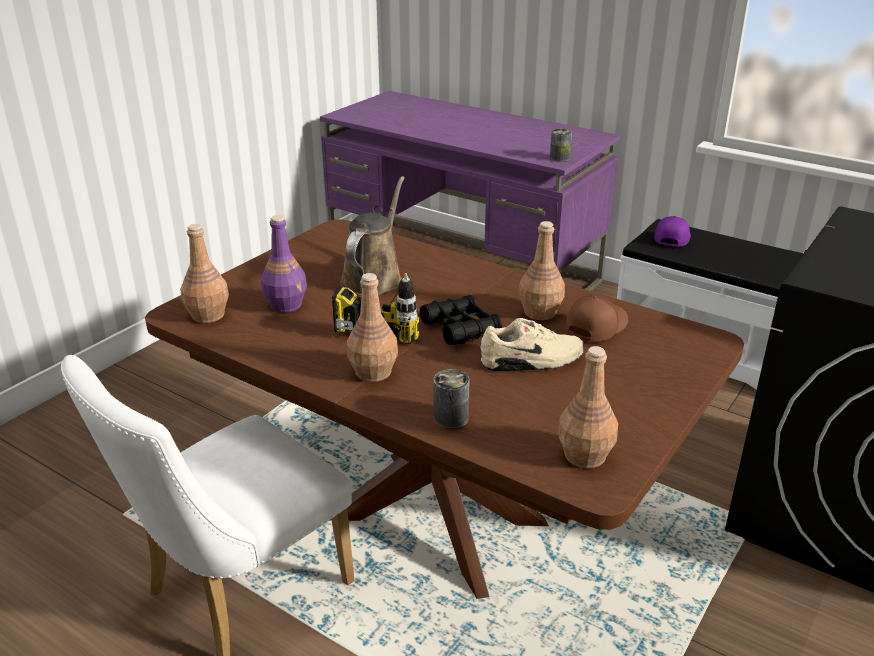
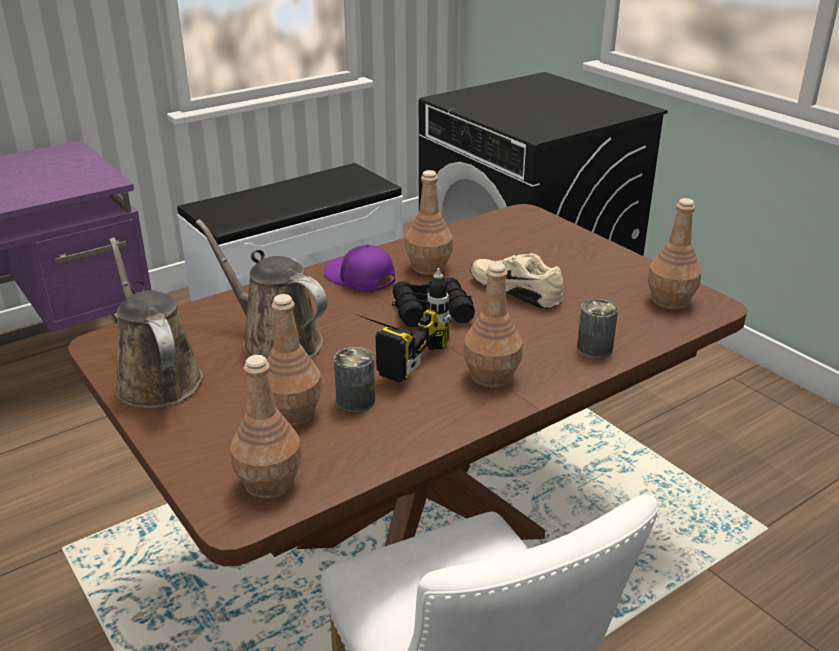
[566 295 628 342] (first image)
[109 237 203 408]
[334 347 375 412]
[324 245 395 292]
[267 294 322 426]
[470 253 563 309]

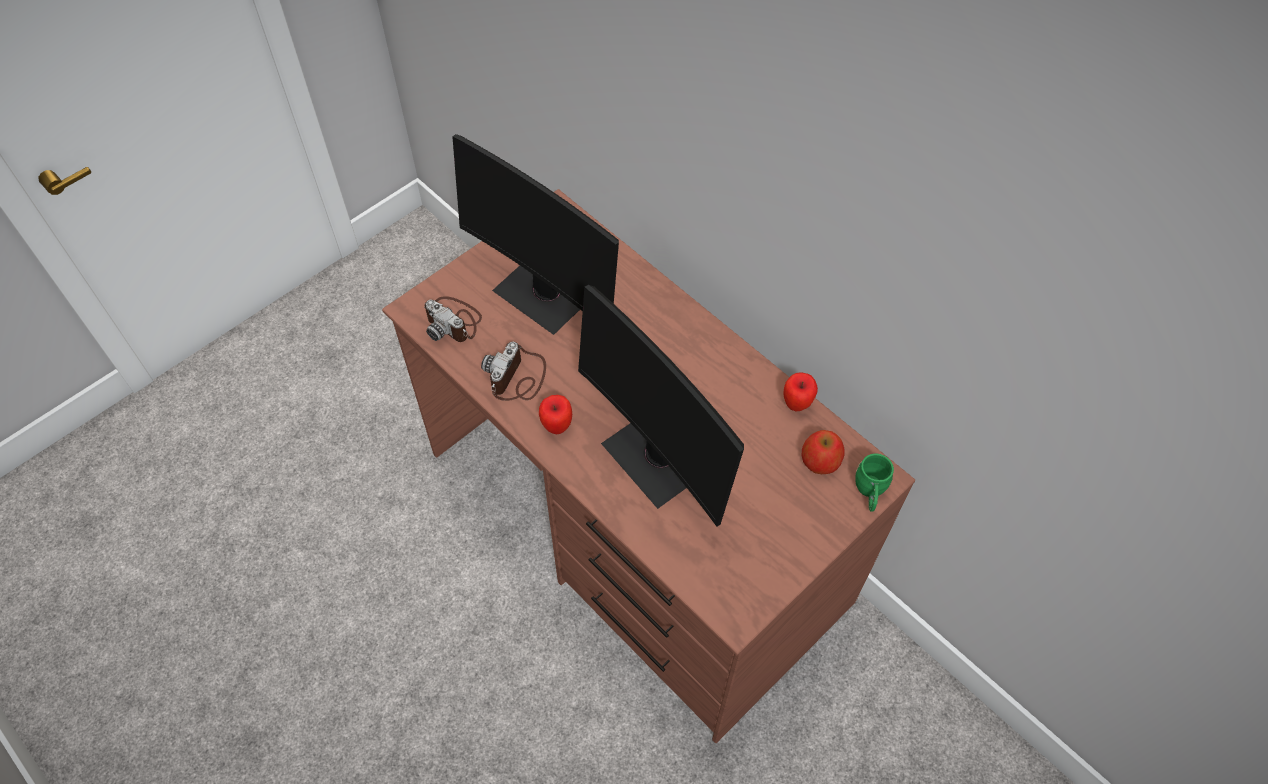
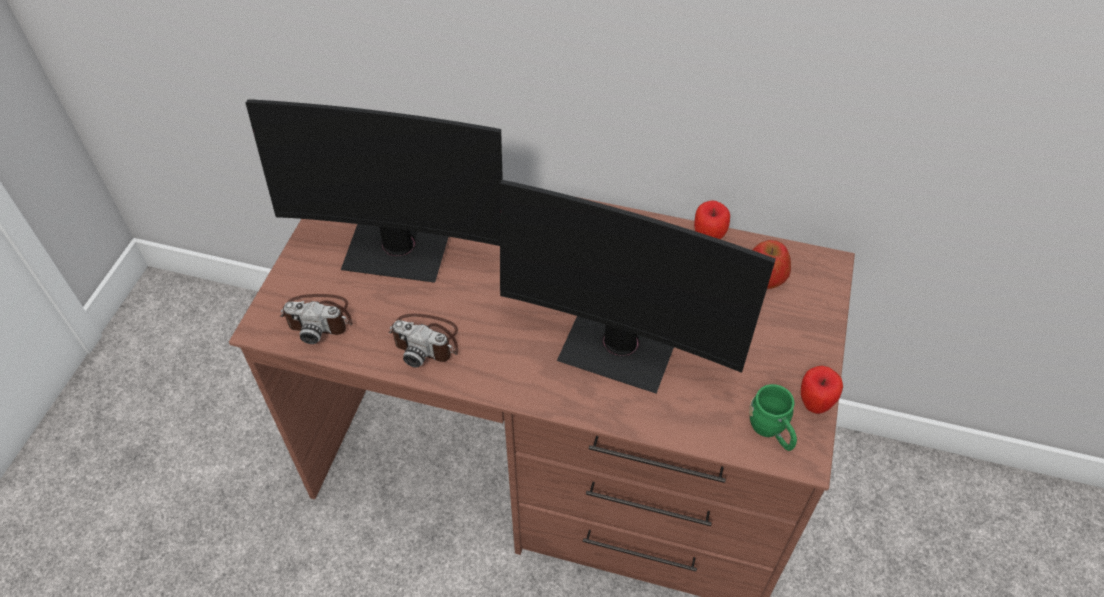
[801 366 843 414]
[749 384 797 451]
[389 313 458 368]

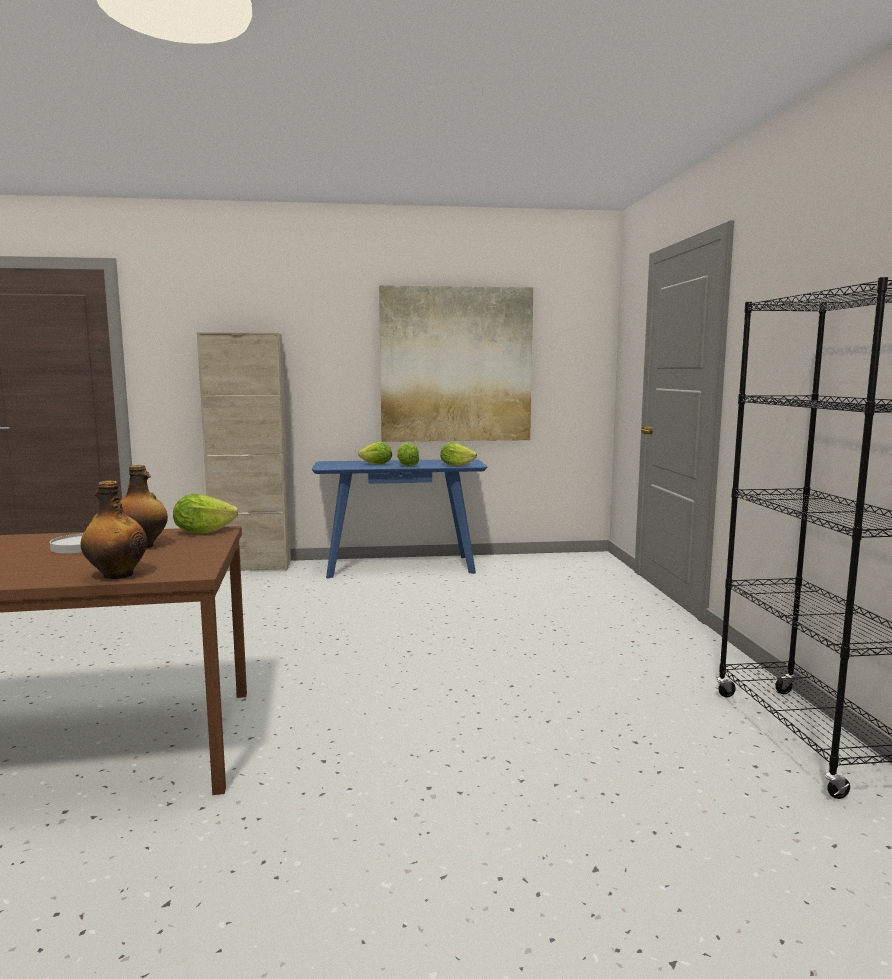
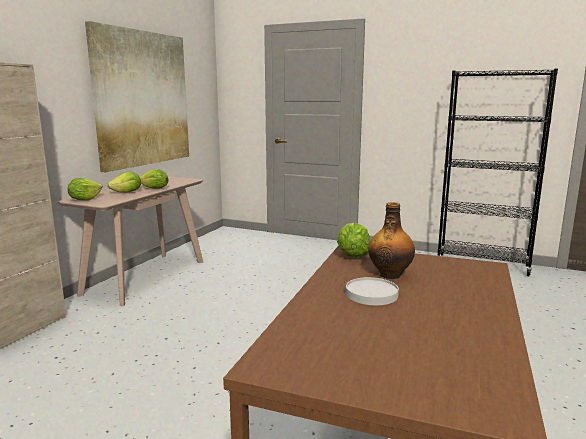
[81 481 147 579] (first image)
[68 178 103 200]
[58 176 203 306]

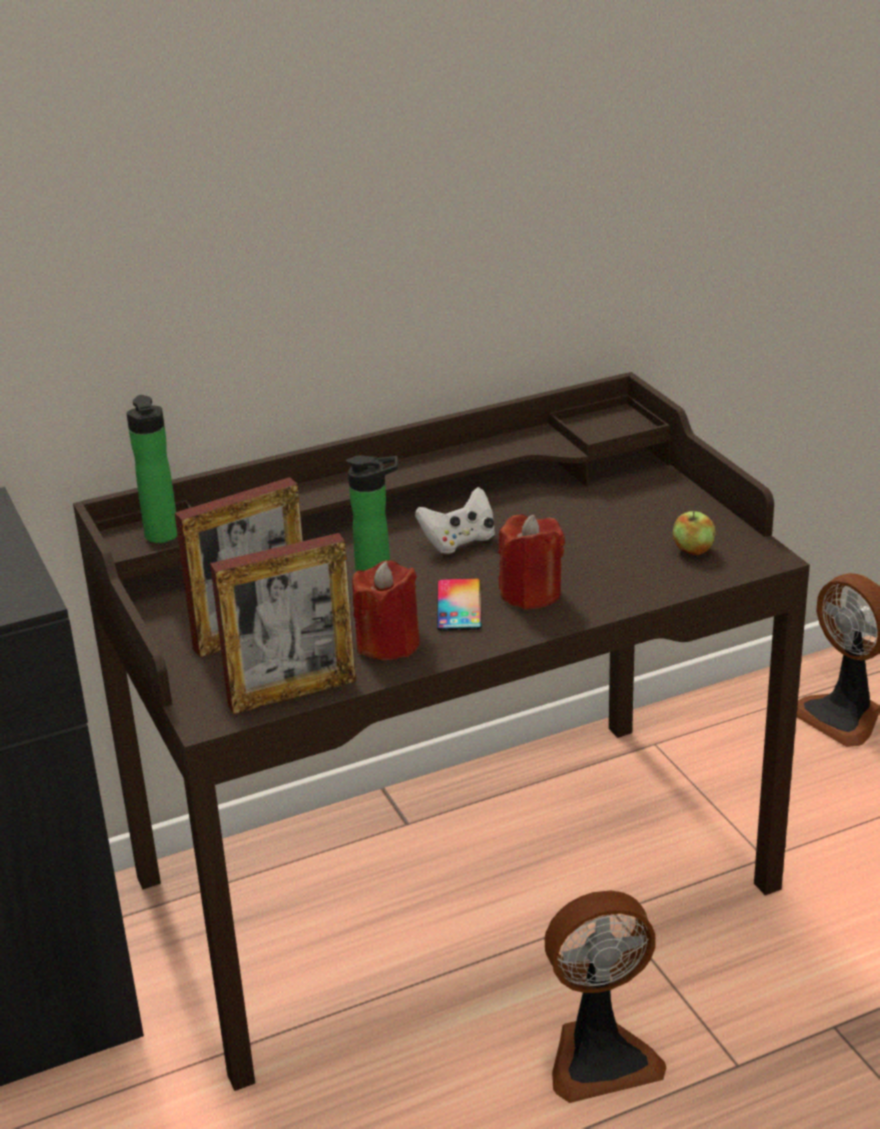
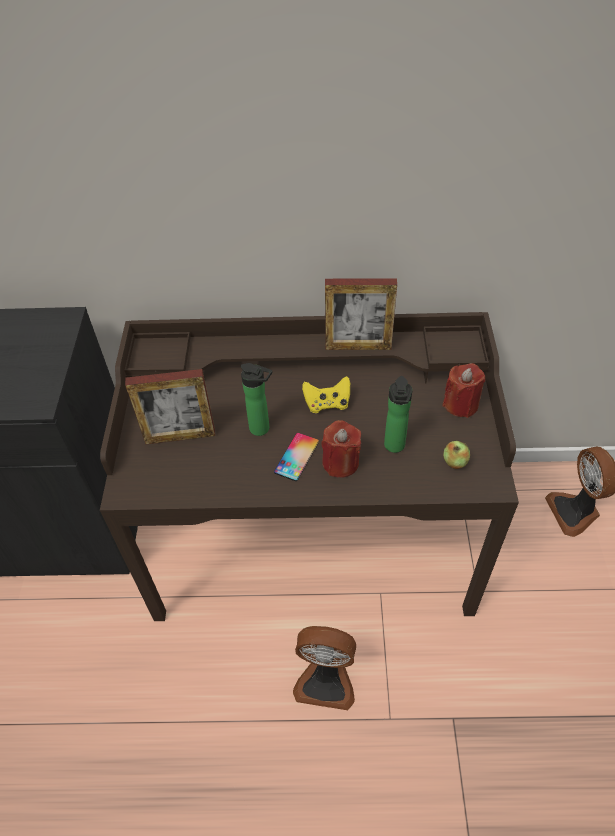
[384 376 413 453]
[325 278 397 350]
[442 363 485 418]
[302 376 350 413]

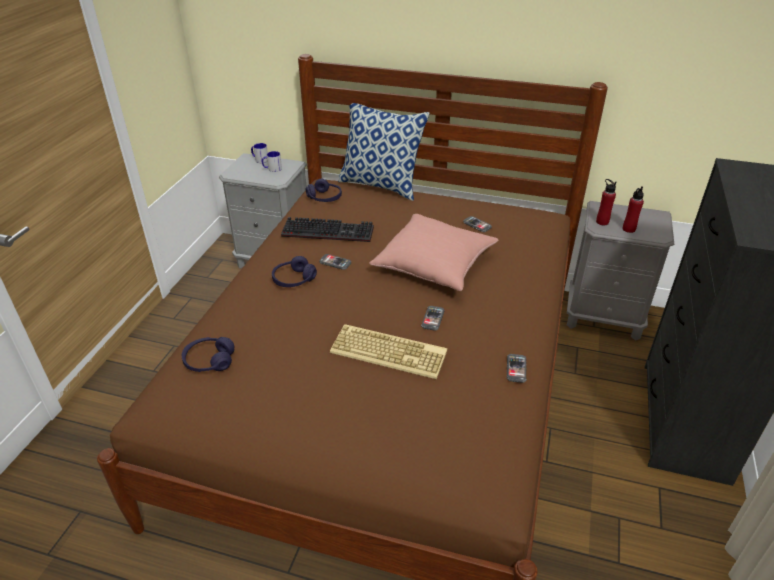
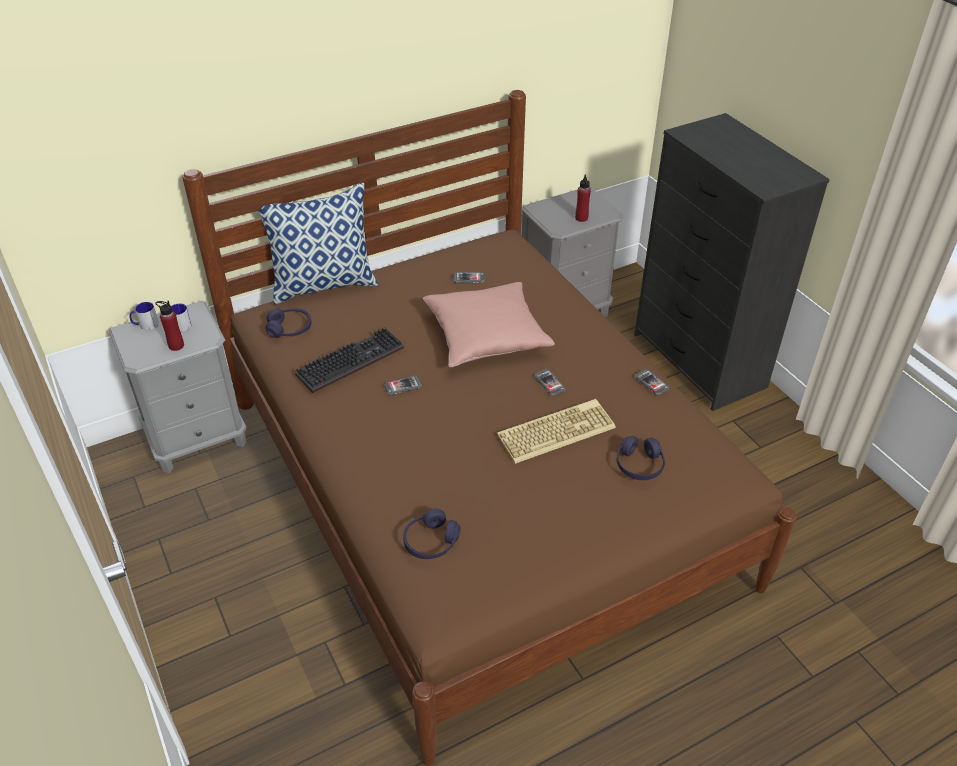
[616 436 665 480]
[156 301 184 351]

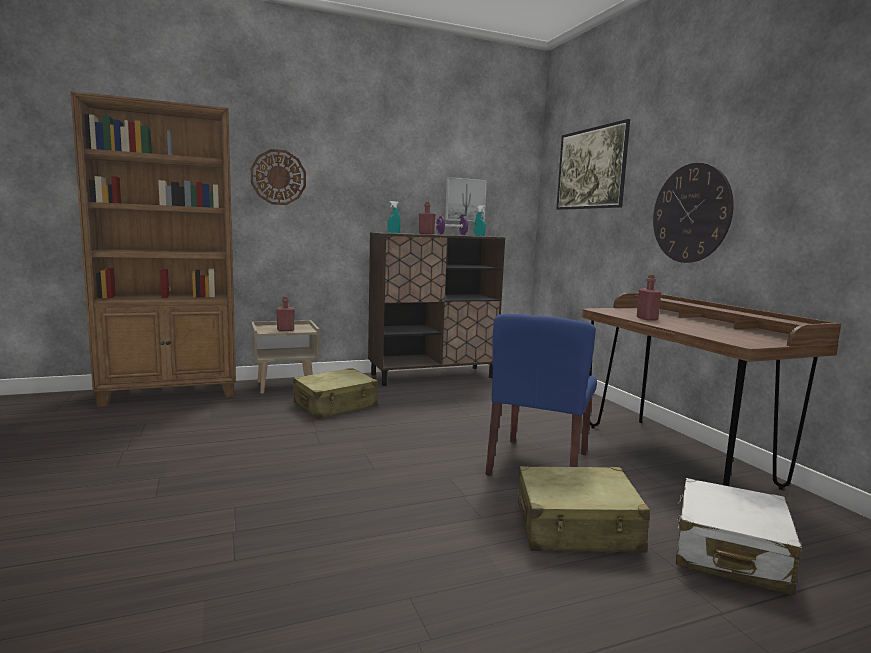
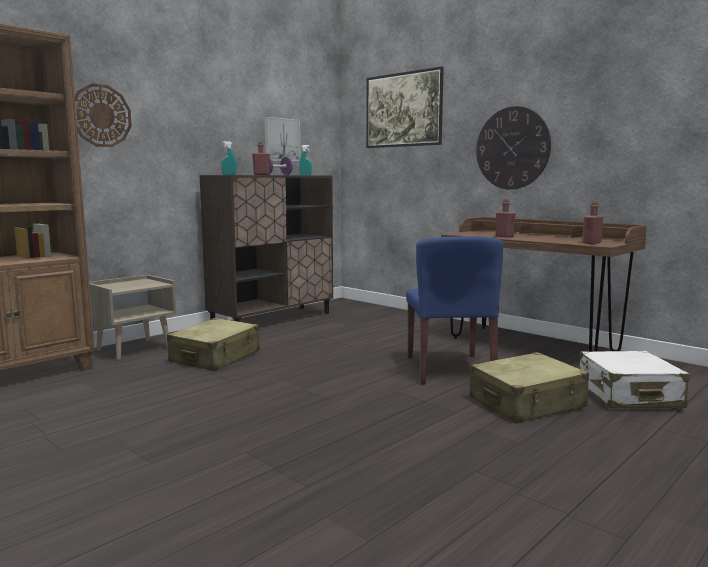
[582 201 603 244]

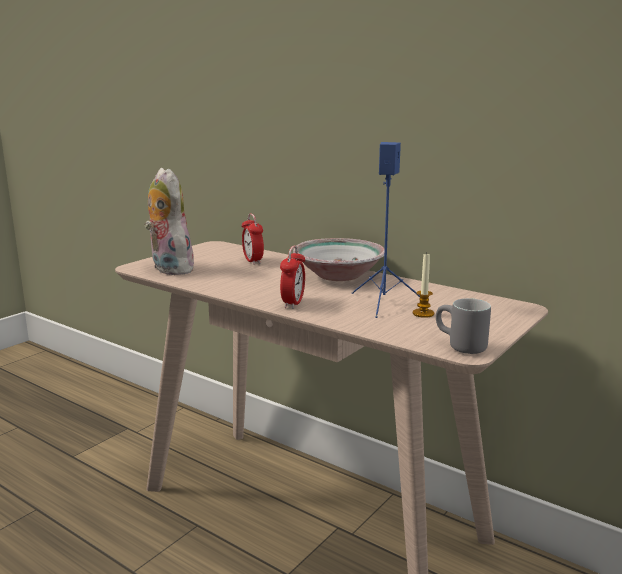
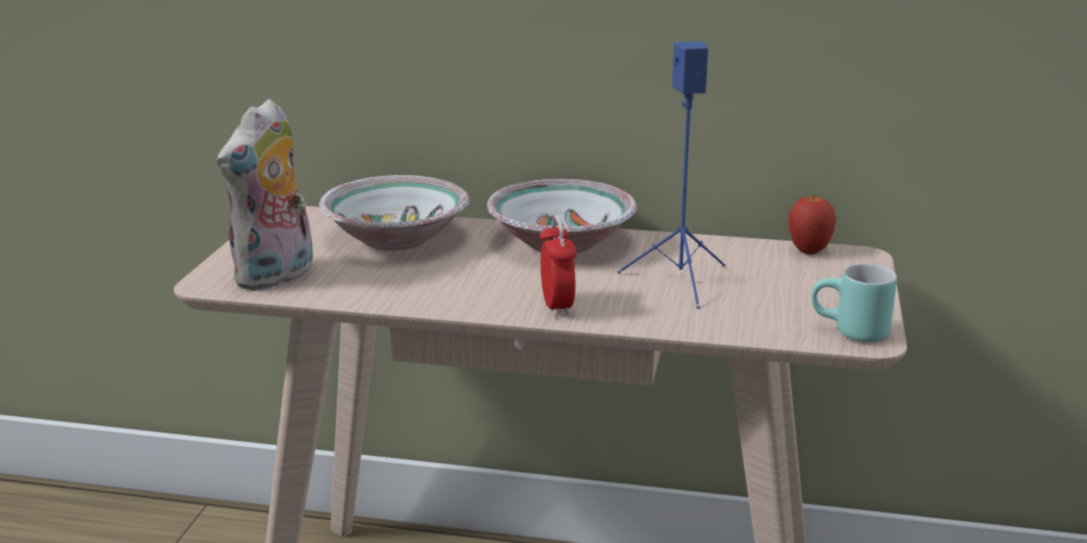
[413 253 434 318] (first image)
[788 193 836 255]
[319 175 469 251]
[811 264 897 342]
[217 99 313 291]

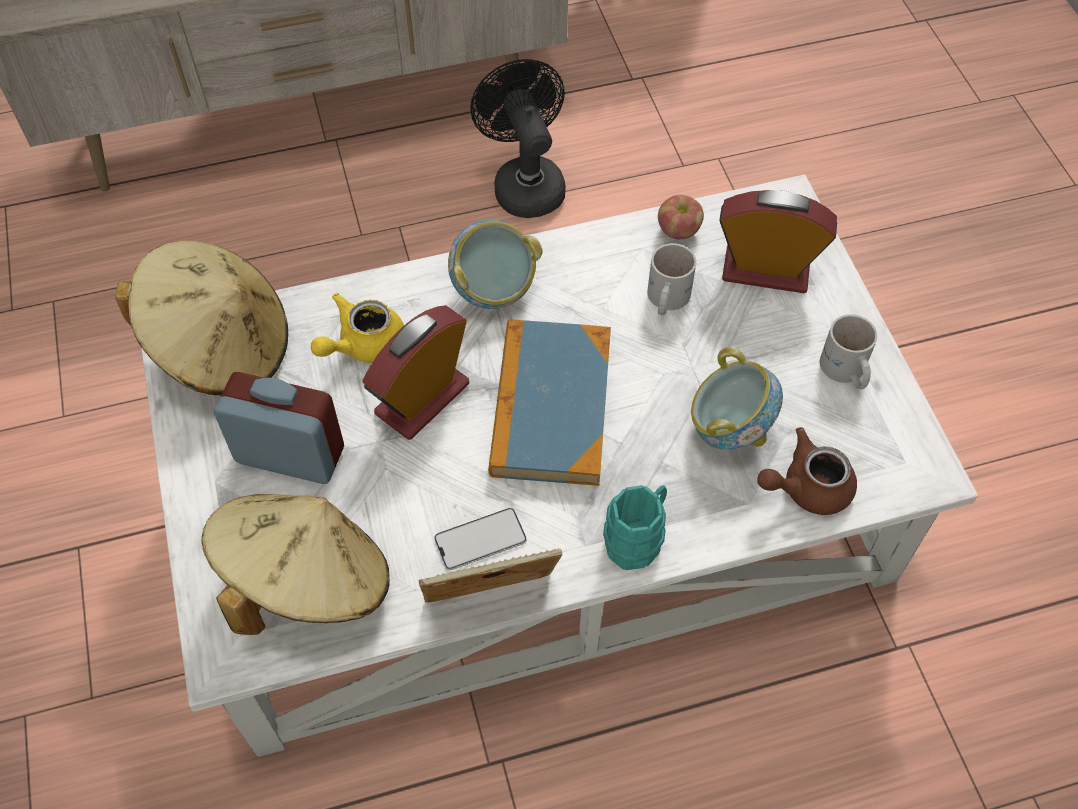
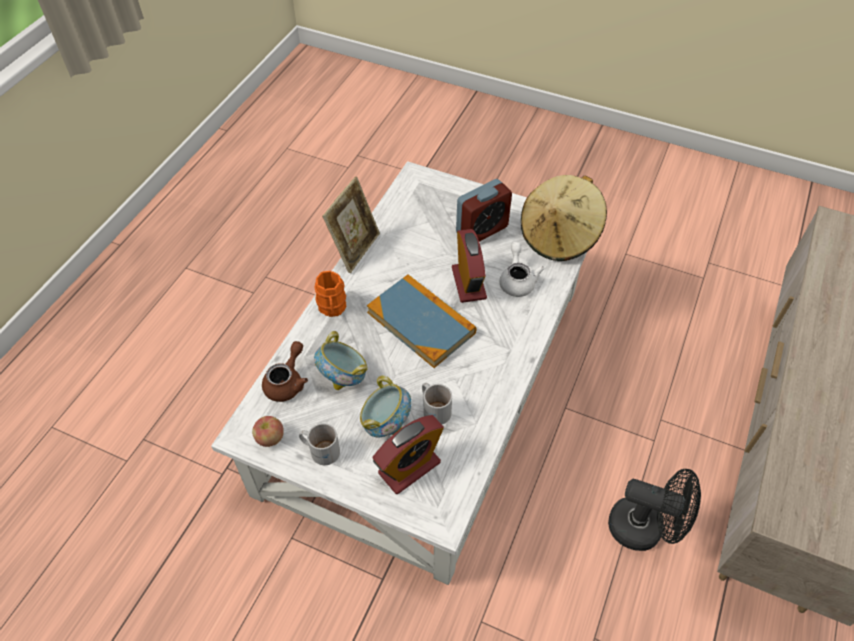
[202 494 390 635] (first image)
[434 508 527 570] (first image)
[360 375 411 437]
[252 416 284 447]
[499 242 545 297]
[314 271 346 317]

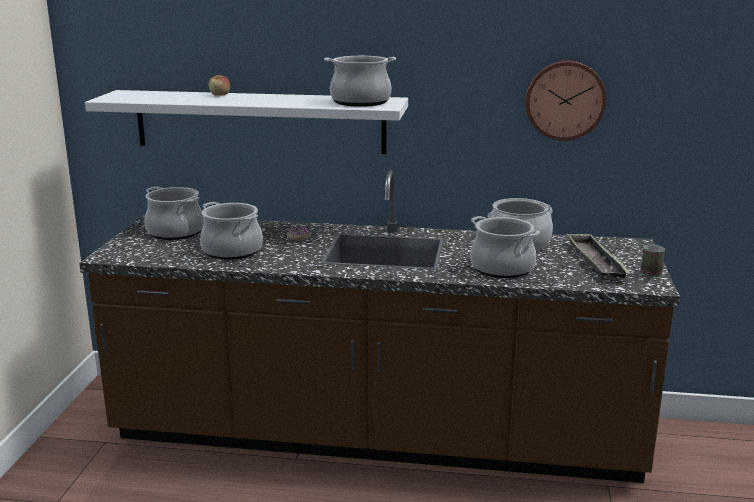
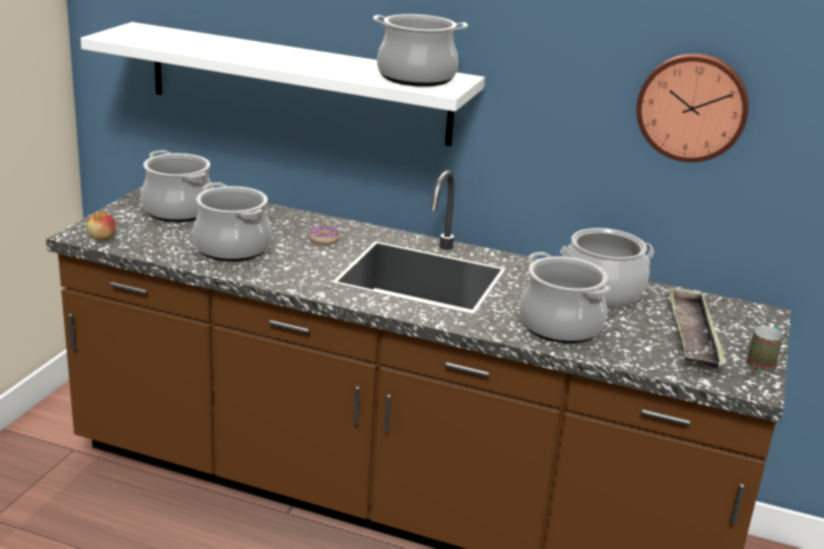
[86 212 116 240]

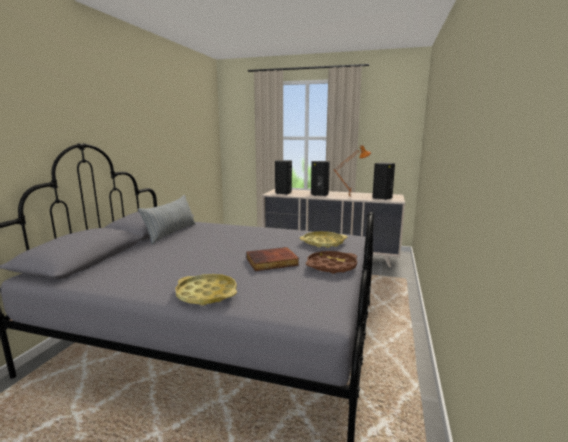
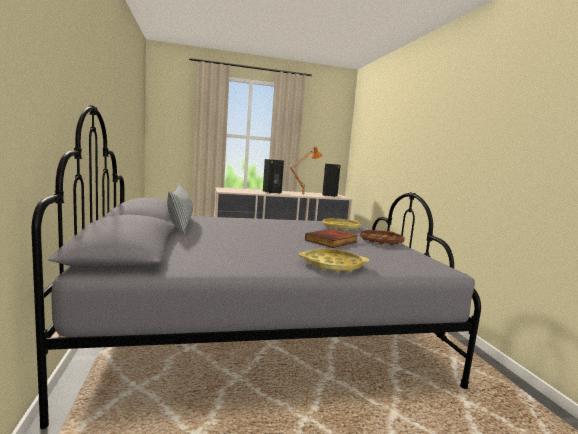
[275 160 292 195] (first image)

